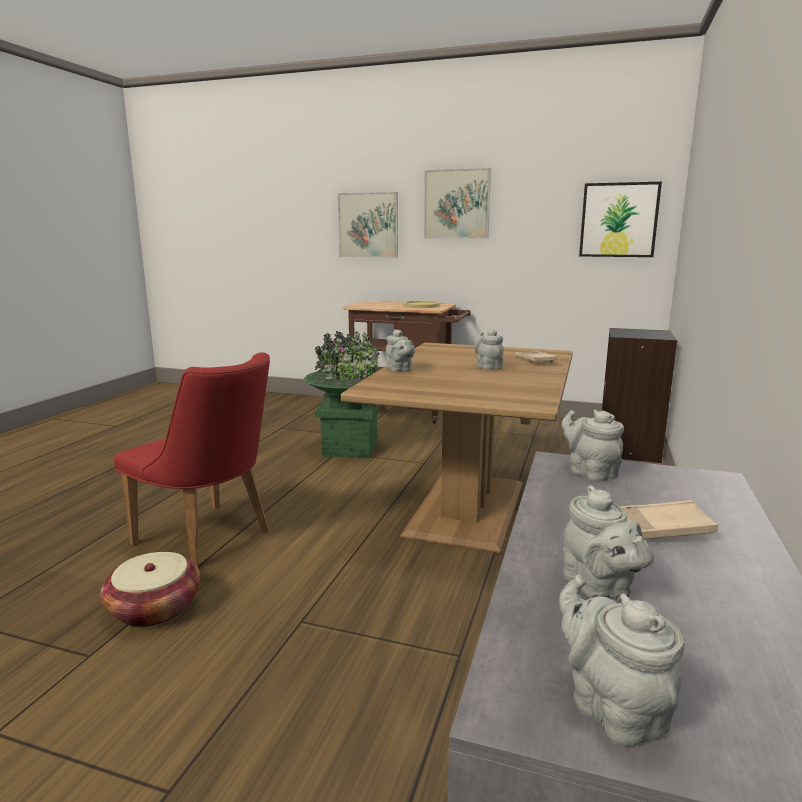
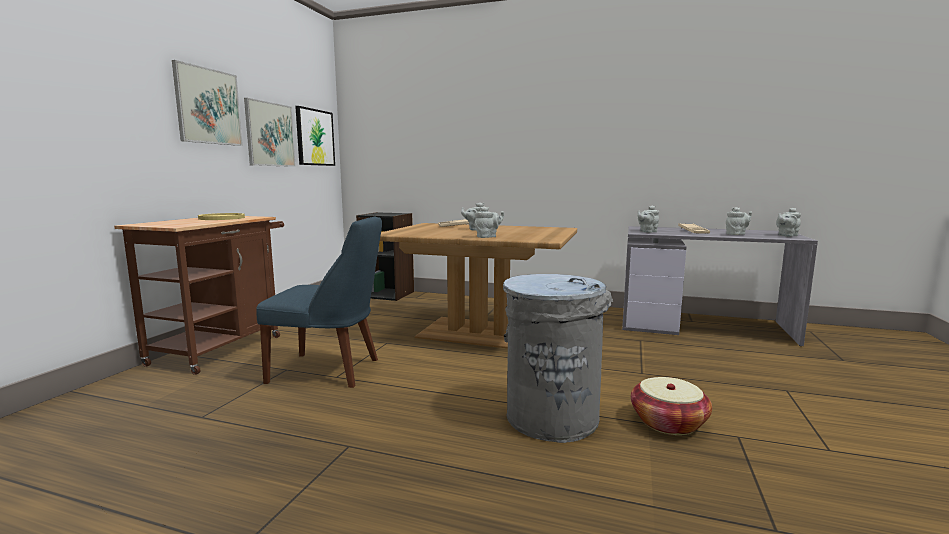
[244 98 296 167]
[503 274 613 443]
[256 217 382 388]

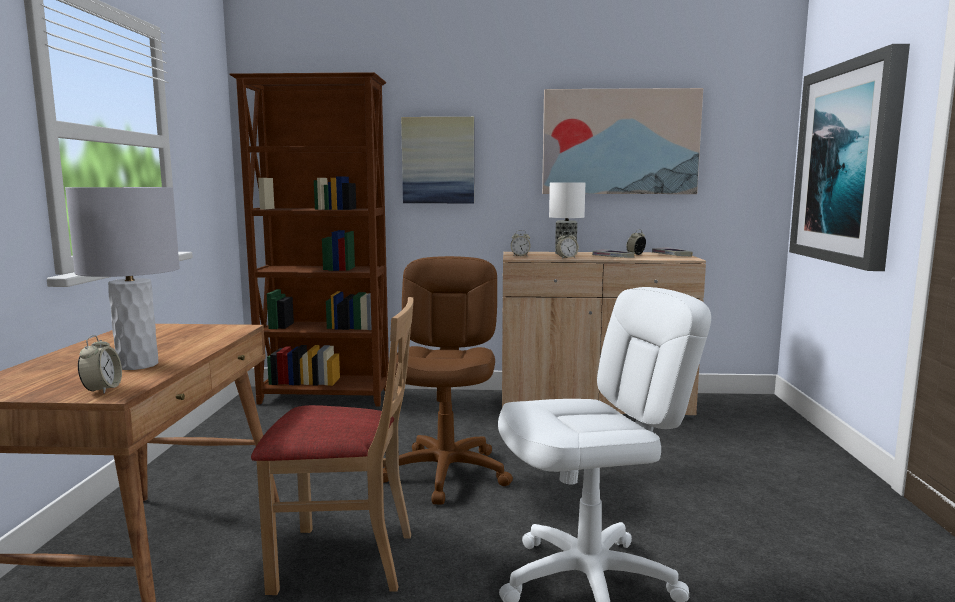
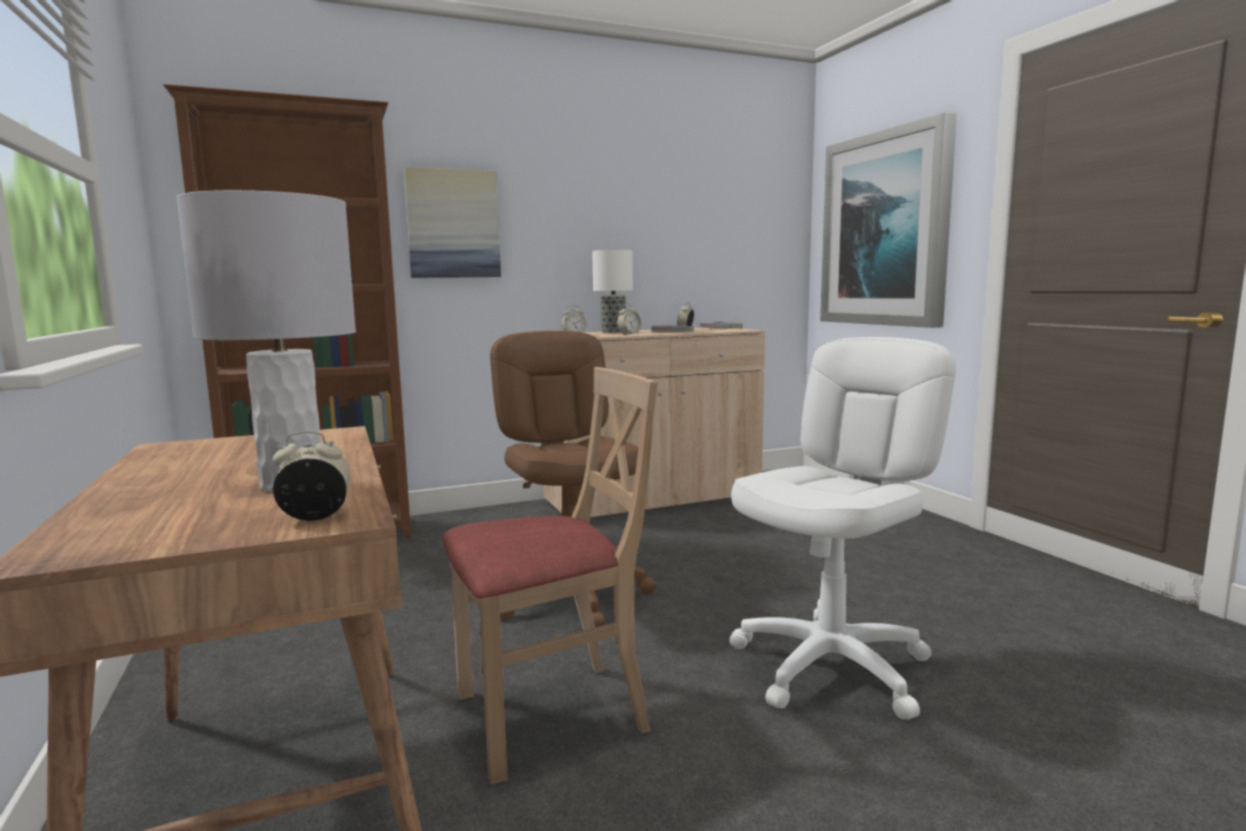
[542 88 703 194] (first image)
[272 431 350 521]

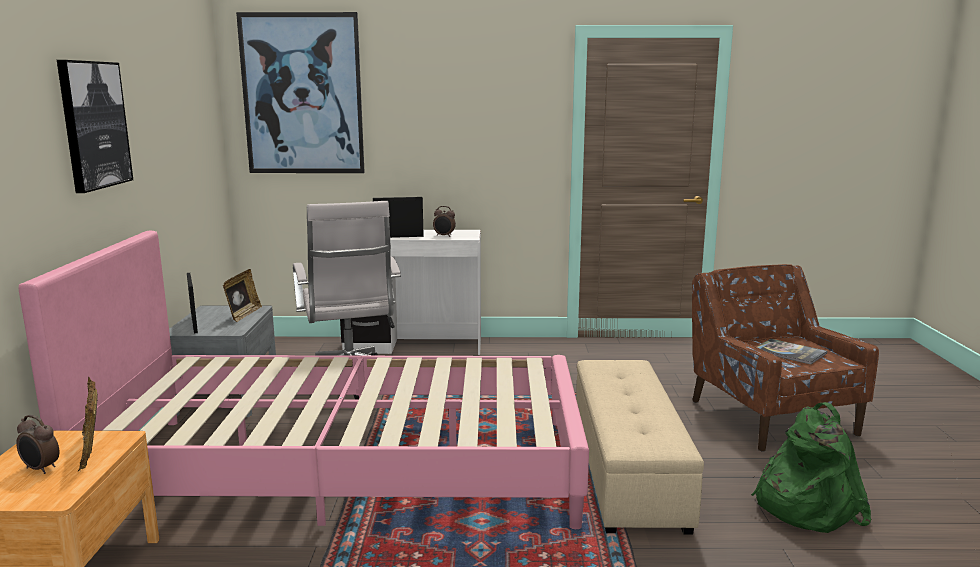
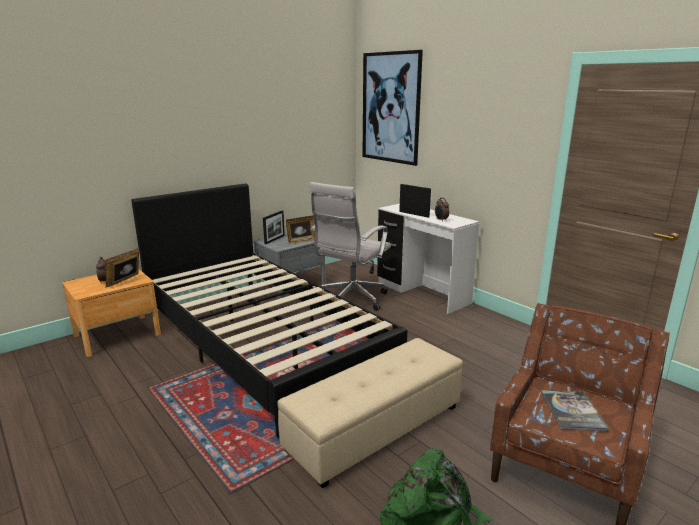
[57 60 133 193] (first image)
[131 183 407 438]

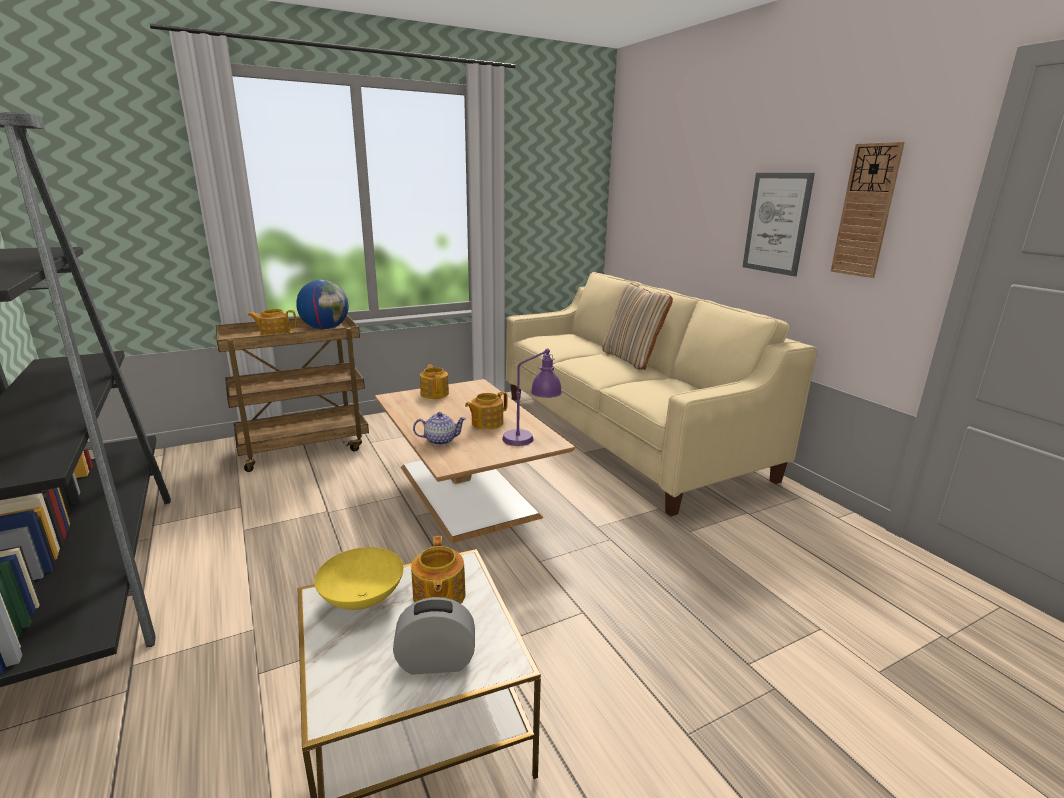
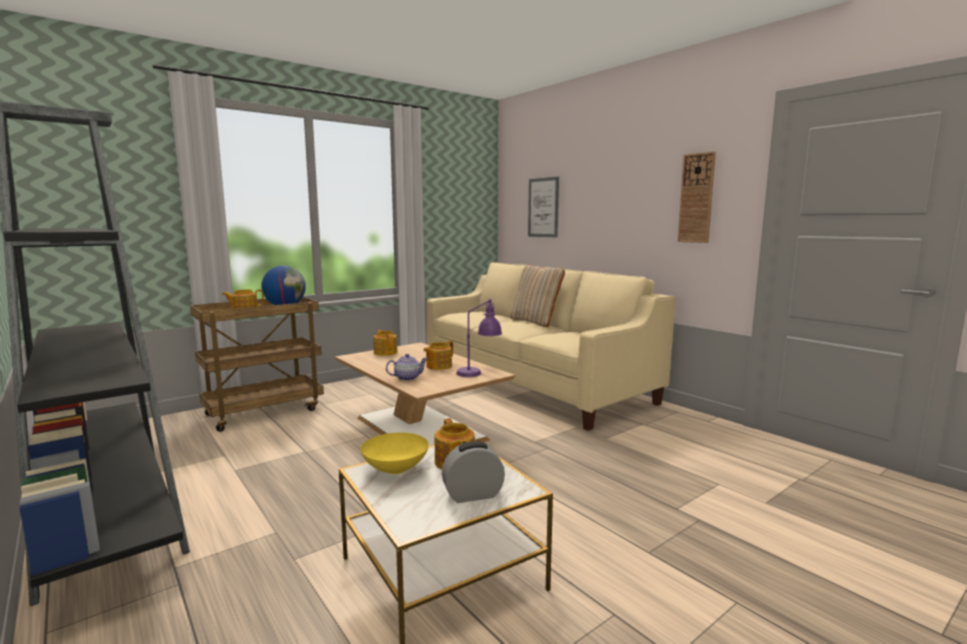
[528 177 559 237]

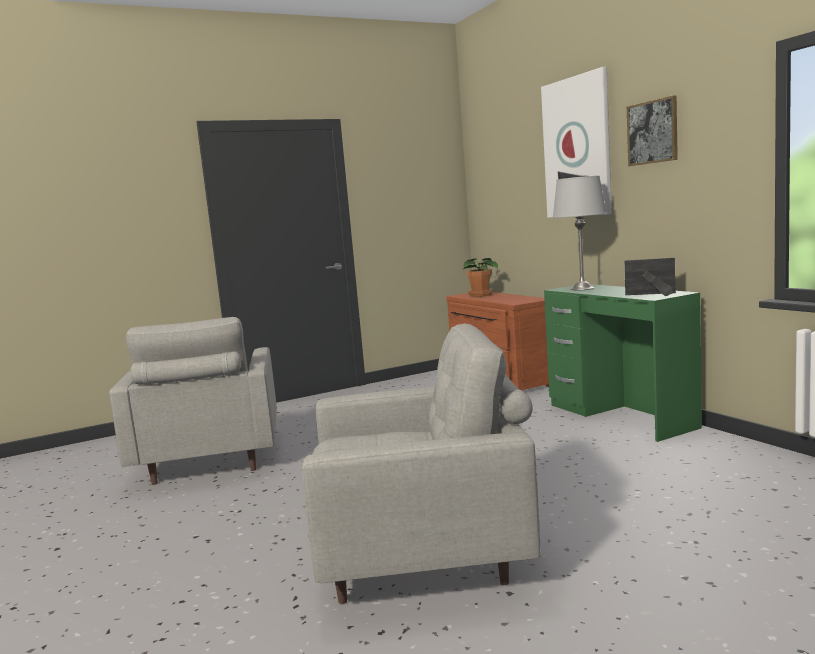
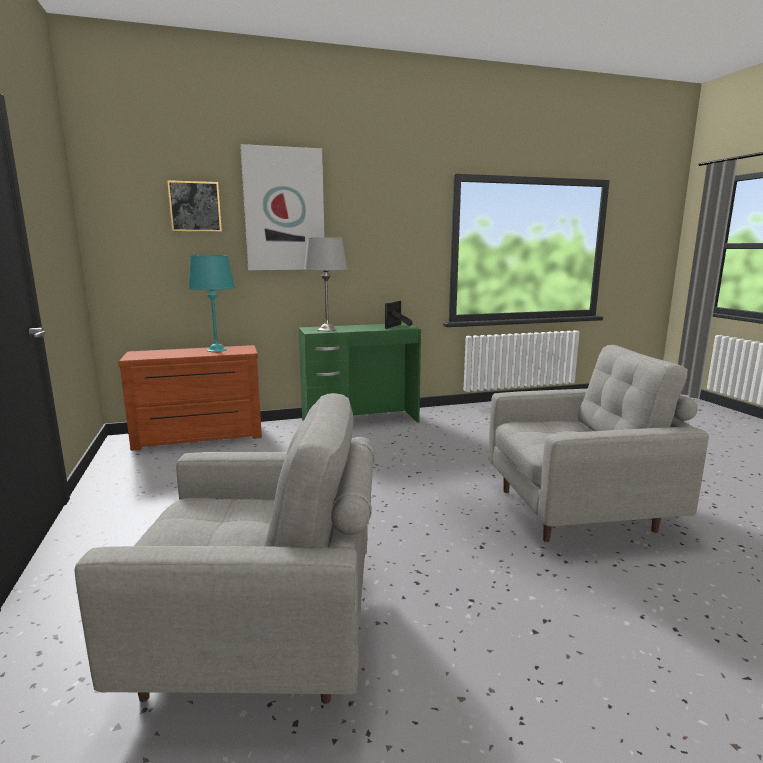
[463 258 498 297] (first image)
[188 255 235 352]
[167 180 222 232]
[488 345 709 542]

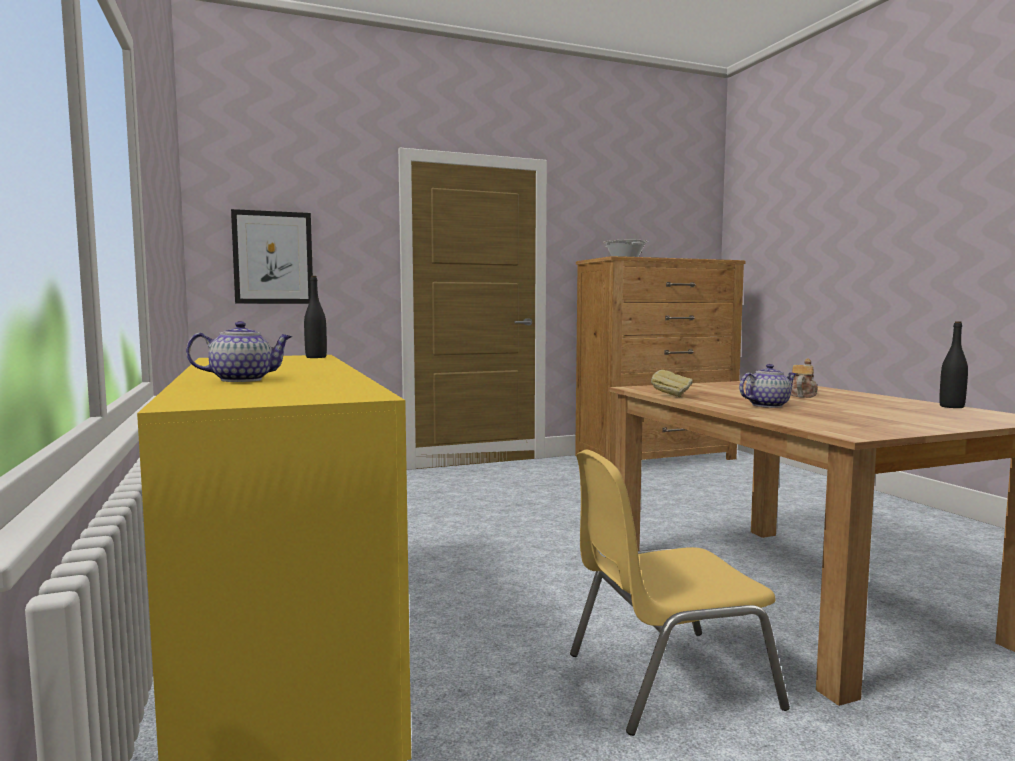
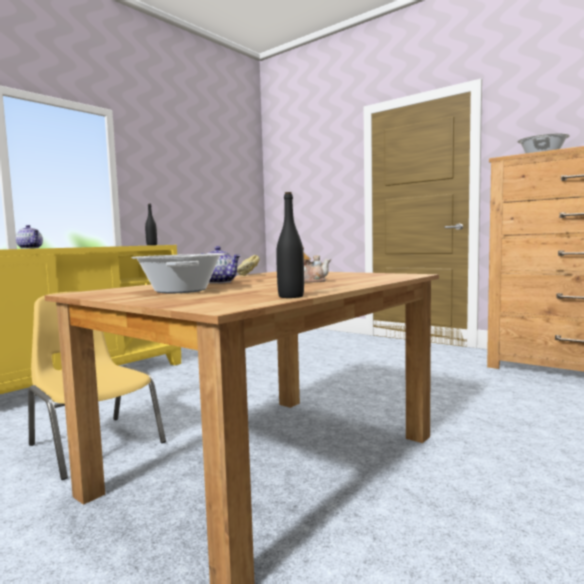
[231 209 313 304] (first image)
[132 254 224 293]

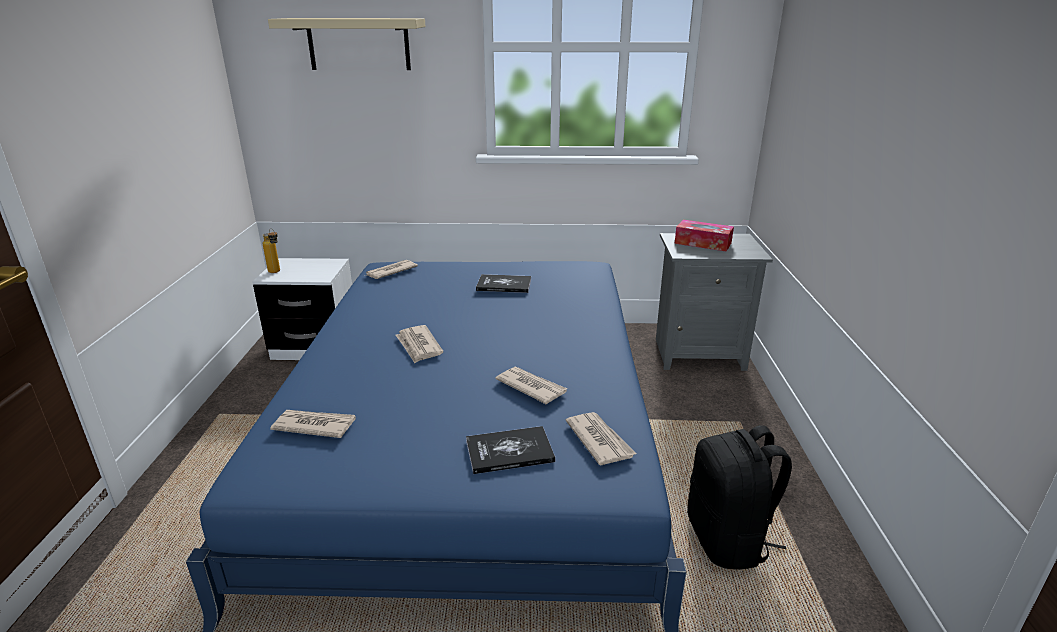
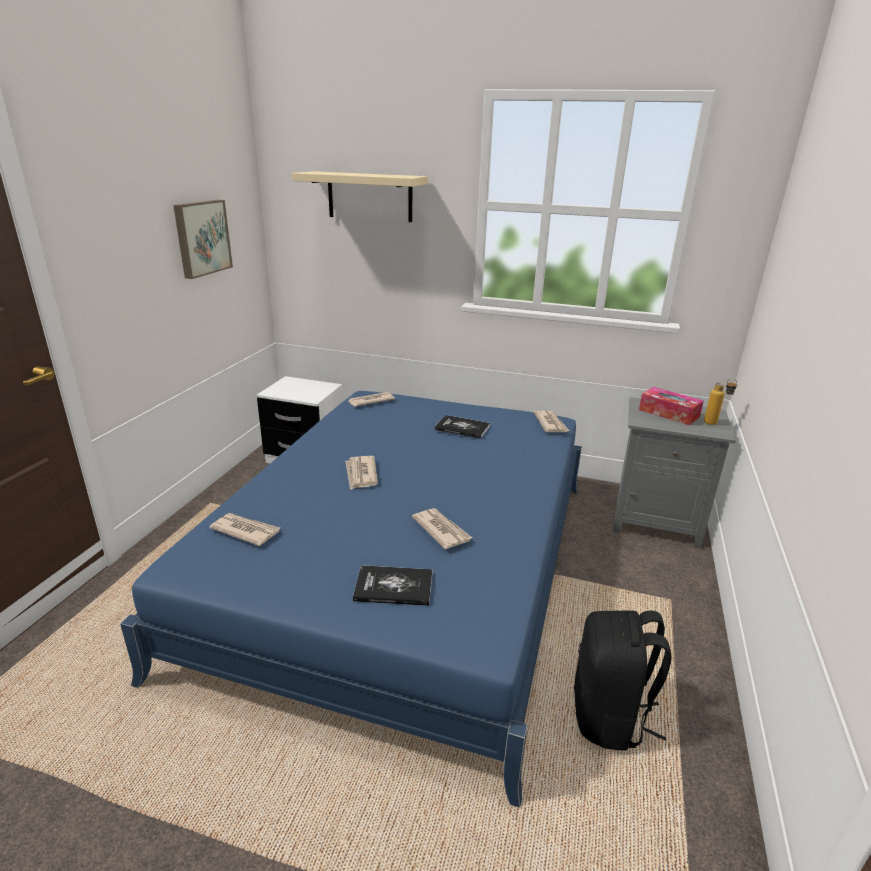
[173 200 233 279]
[704 378 737 425]
[534 411 569 432]

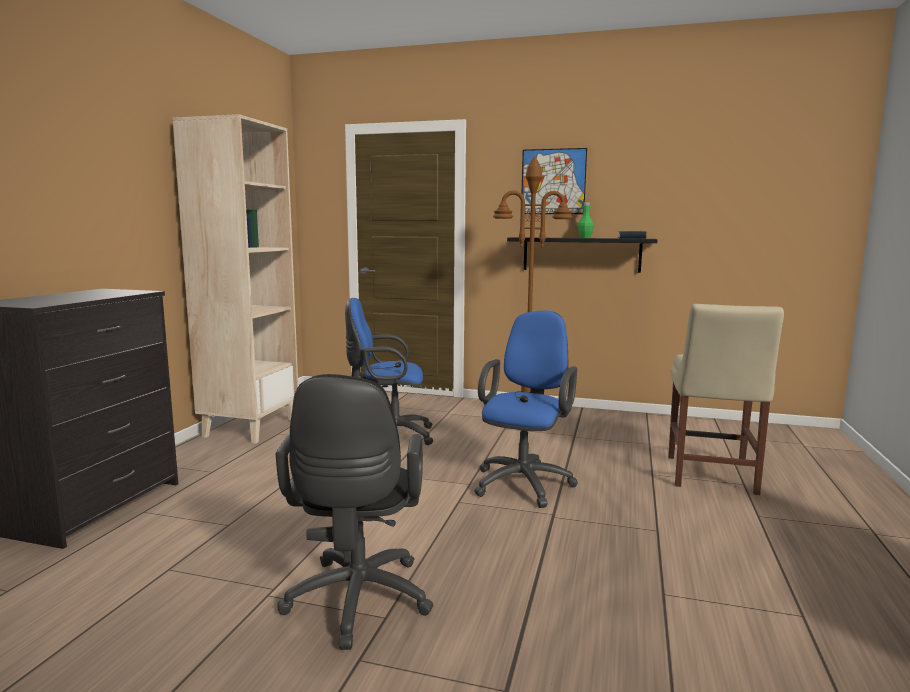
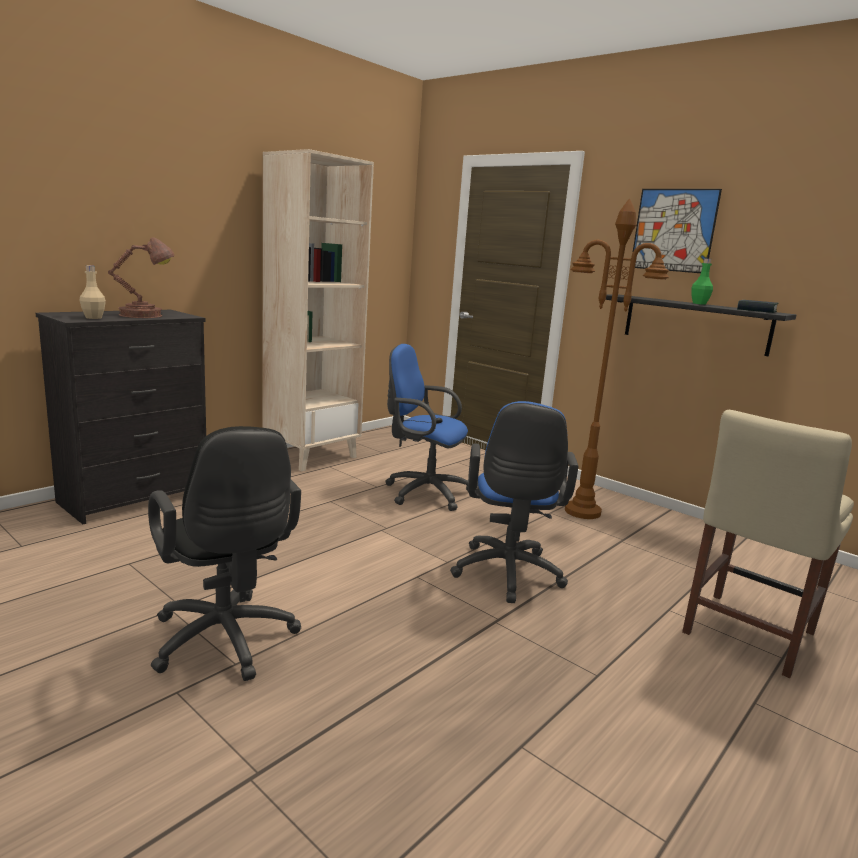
[79 266 106 319]
[108 237 174 318]
[148 426 301 681]
[450 401 579 603]

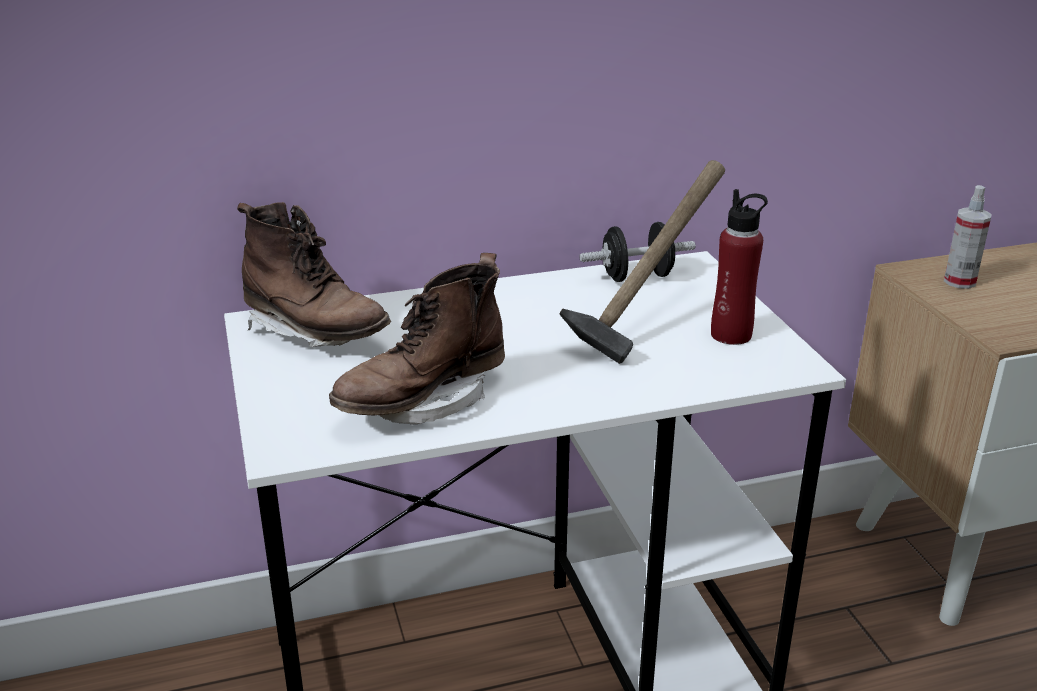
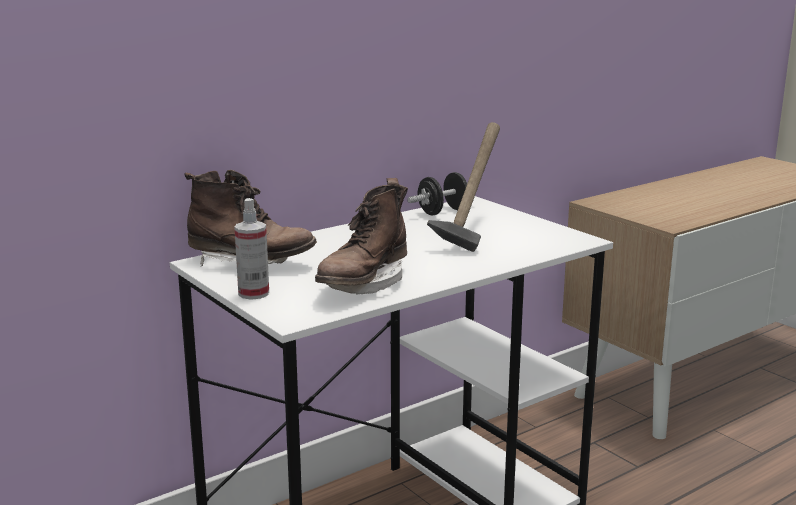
[711 189 768 345] (first image)
[234 198 269 300]

